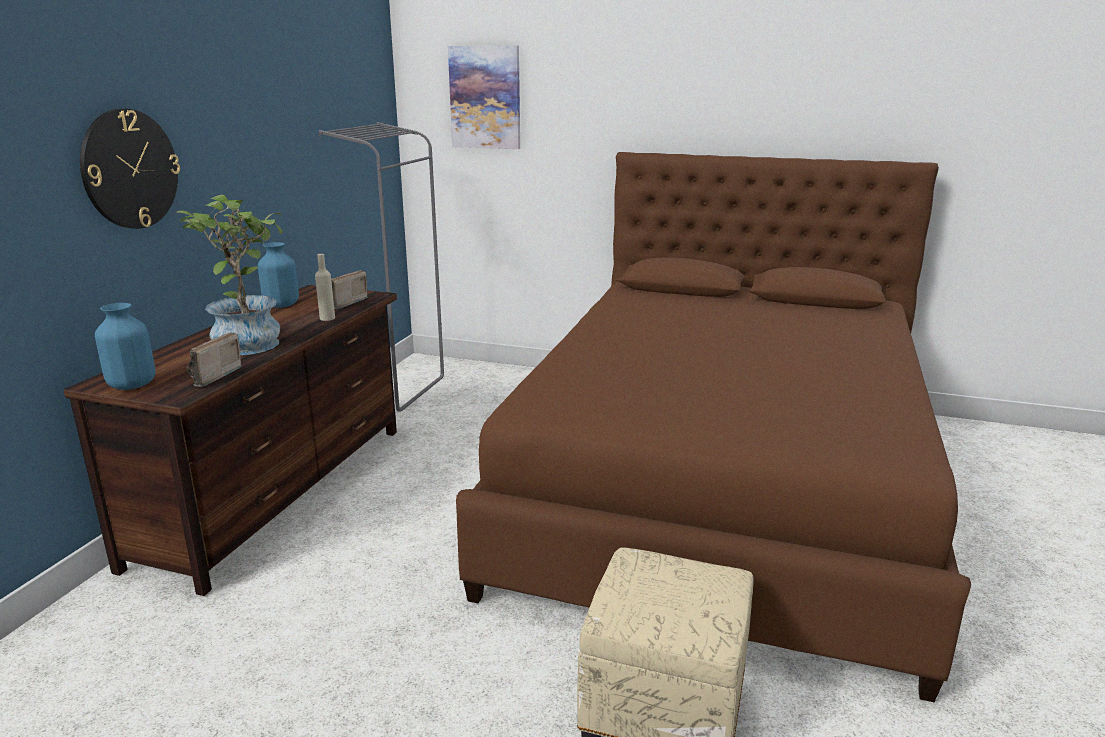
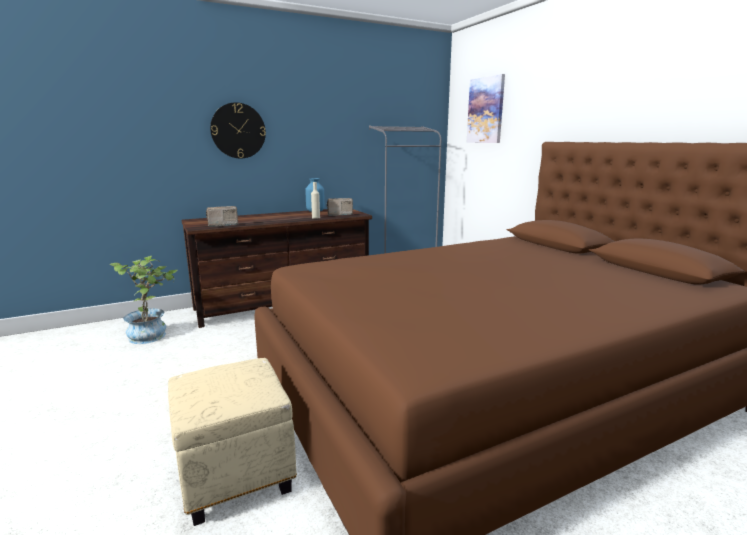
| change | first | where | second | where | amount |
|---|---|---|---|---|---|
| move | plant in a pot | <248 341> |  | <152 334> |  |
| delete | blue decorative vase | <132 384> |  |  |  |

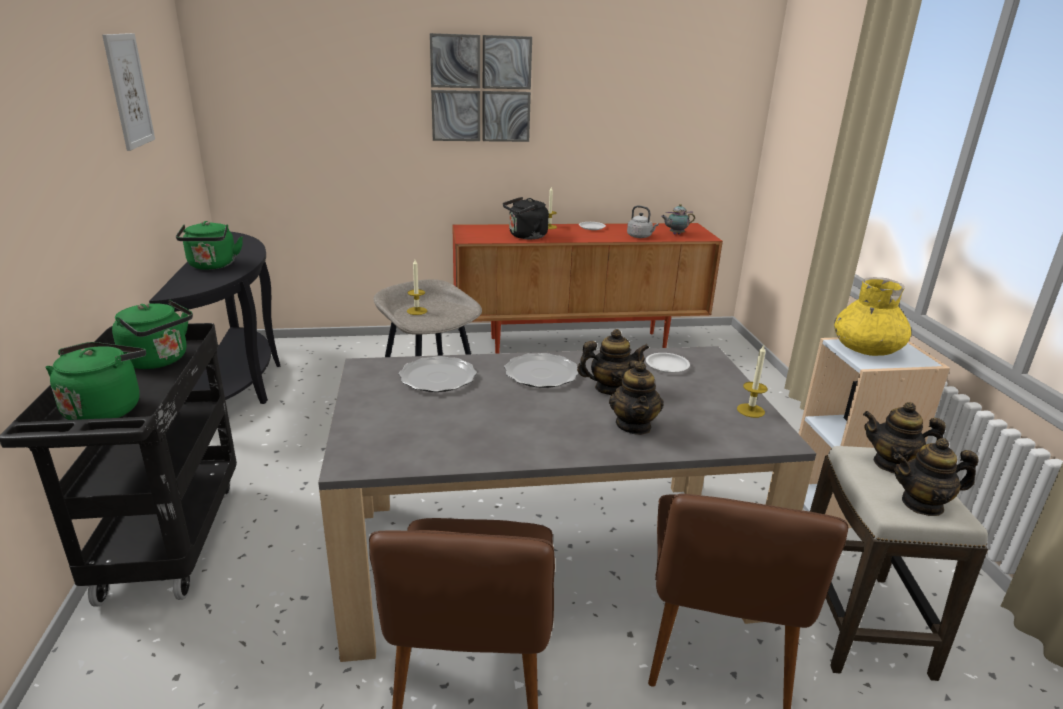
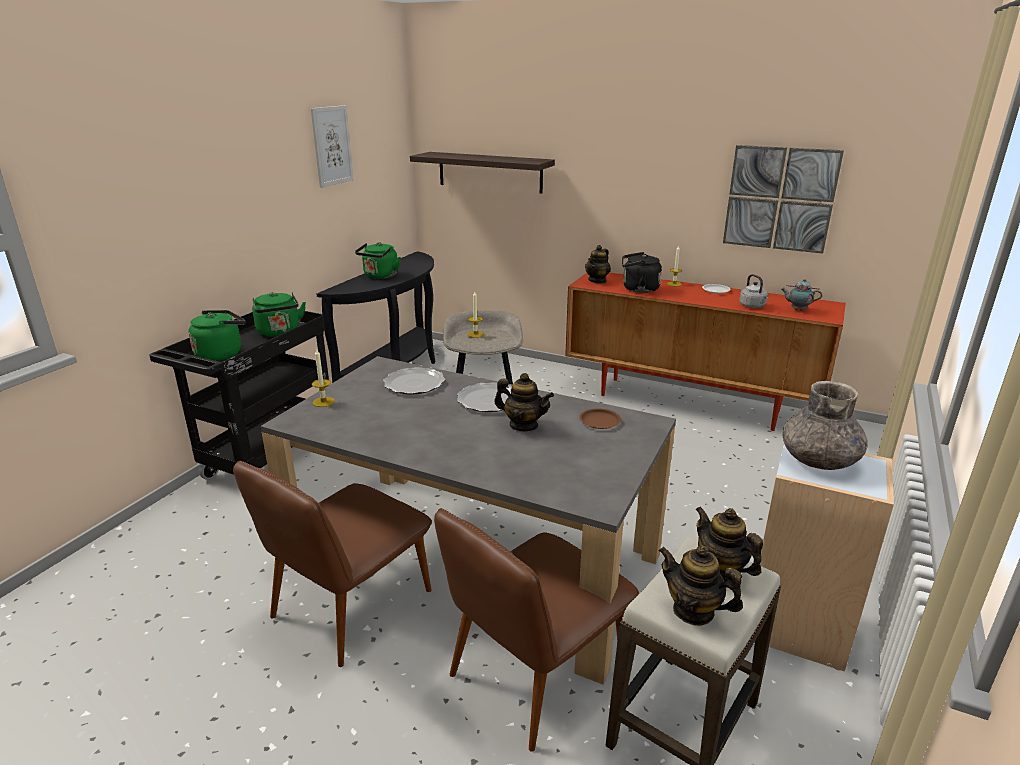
| change | first | where | second | where | amount |
|---|---|---|---|---|---|
| move | picture | <481 89> |  | <780 198> |  |
| recolor | yellow decorative vase | <866 349> | gray decorative vase | <819 460> |  |
| move | candle | <750 410> |  | <323 402> |  |
| recolor | whitish flat dish | <667 365> | brown flat dish | <600 421> |  |
| move | teapot | <634 425> |  | <597 280> |  |
| insert |  |  | wall shelf | <489 172> |  |

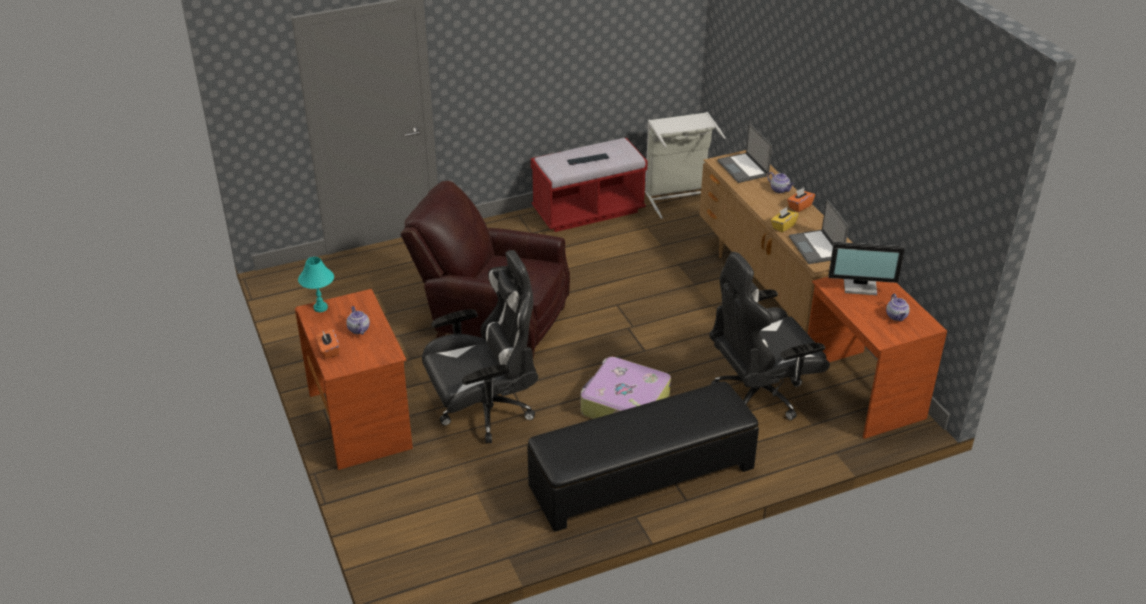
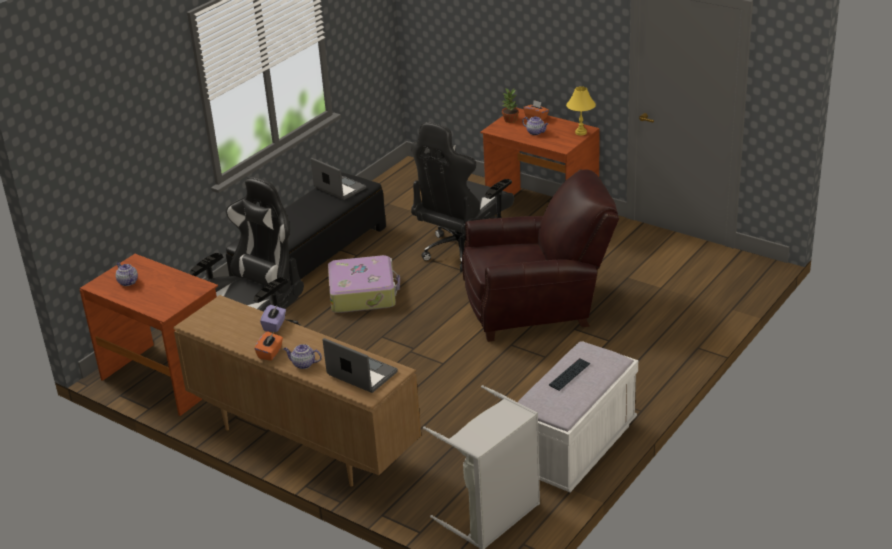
| change | first | where | second | where | amount |
|---|---|---|---|---|---|
| recolor | red-coloured bench | <588 211> | whitish bench | <576 449> |  |
| move | portable computer | <816 248> |  | <339 188> |  |
| recolor | yellow box of tissues | <783 226> | purple box of tissues | <274 325> |  |
| delete | computer display | <860 286> |  |  |  |
| recolor | turquoise table lamp | <320 308> | yellow table lamp | <580 132> |  |
| insert |  |  | plant in a pot | <510 120> |  |

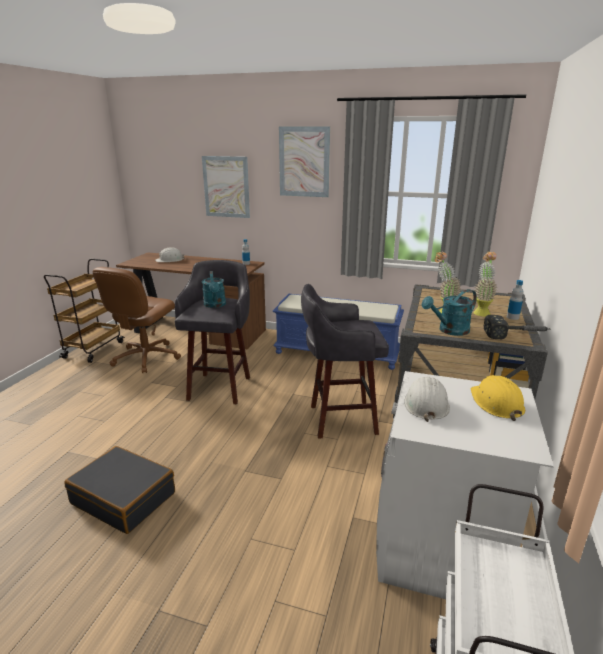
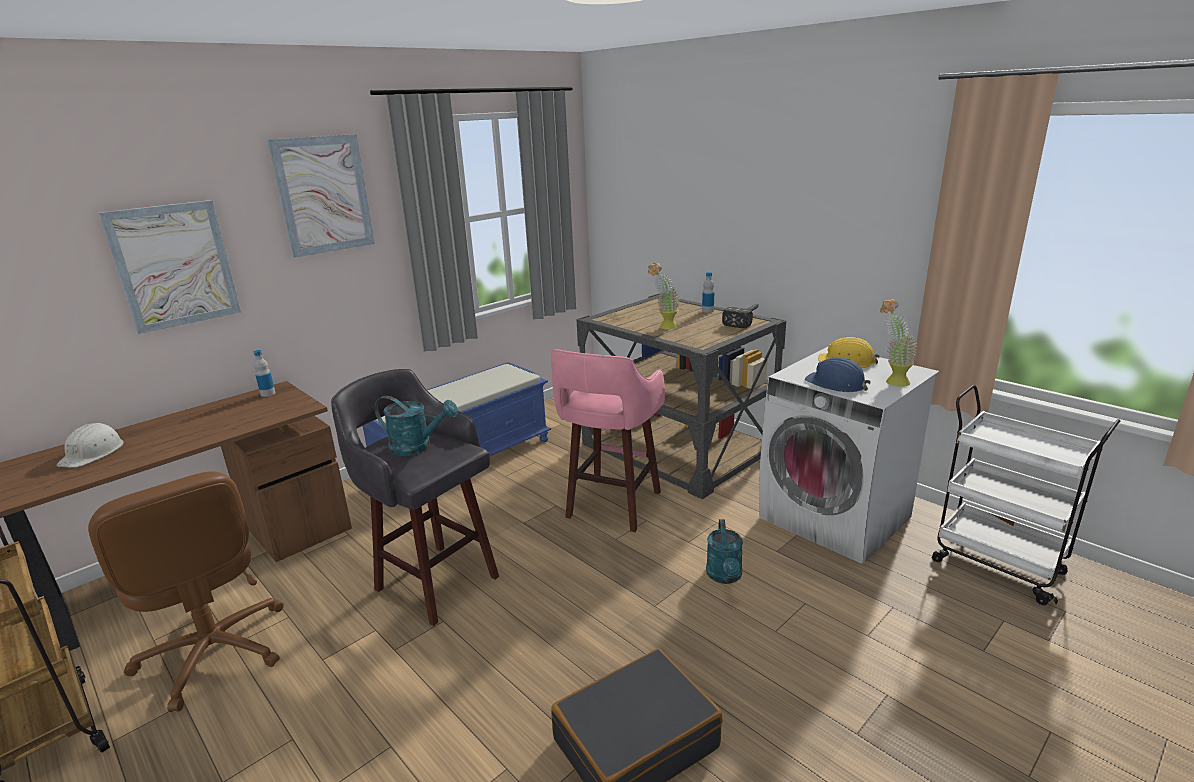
| change | first | where | second | where | amount |
|---|---|---|---|---|---|
| move | plant in a pot | <481 312> |  | <891 381> |  |
| recolor | gray stool | <339 420> | pinkish stool | <612 507> |  |
| move | turquoise watering pot | <449 331> |  | <725 577> |  |
| recolor | whitish safety helmet | <425 404> | blue safety helmet | <836 383> |  |

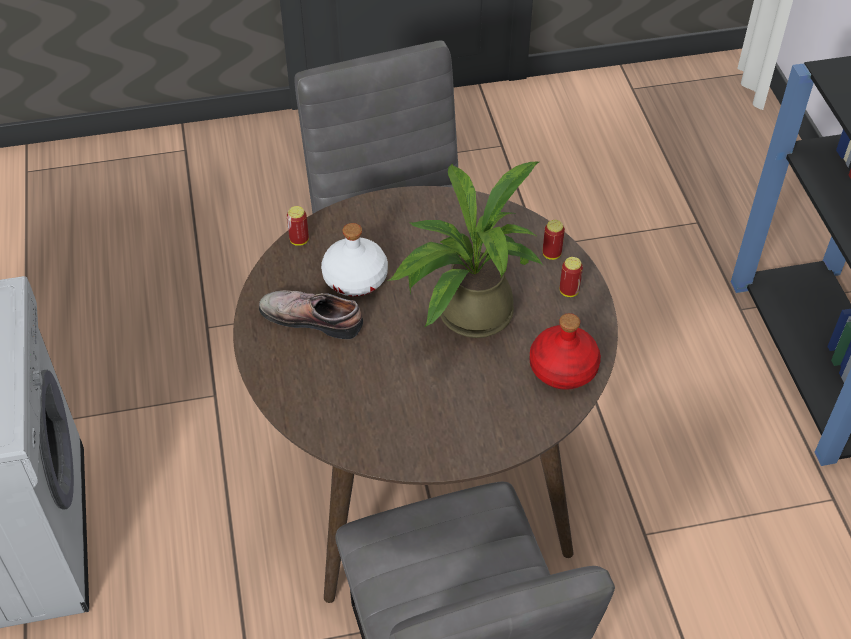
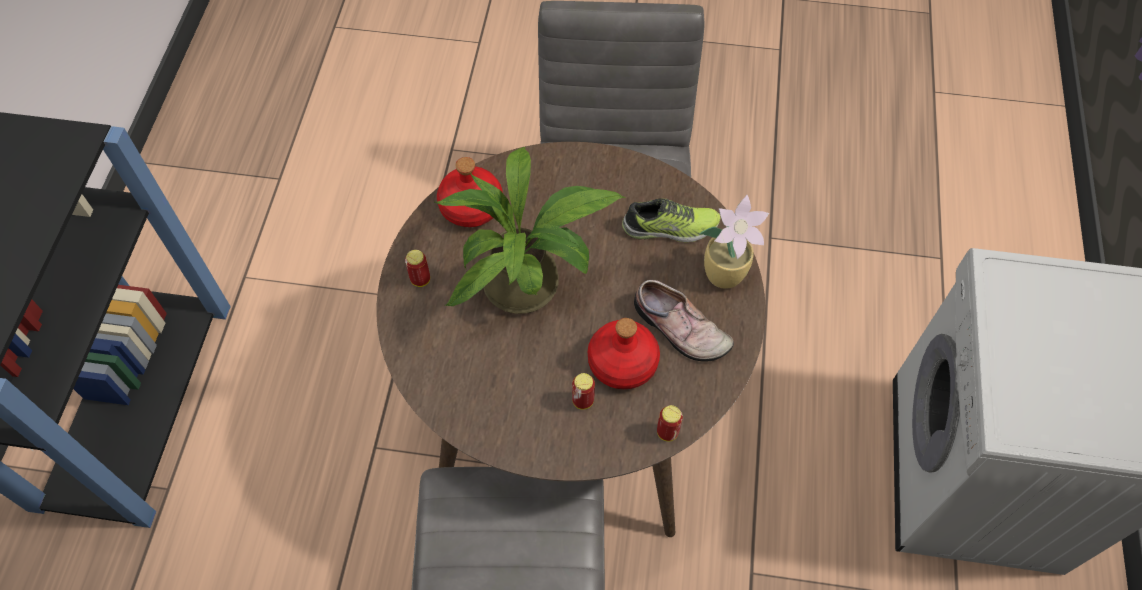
| change | first | where | second | where | amount |
|---|---|---|---|---|---|
| move | can | <551 254> |  | <583 401> |  |
| recolor | whitish drink bottle | <355 278> | red-coloured drink bottle | <622 361> |  |
| insert |  |  | plant in a pot | <726 274> |  |
| insert |  |  | shoe | <670 228> |  |

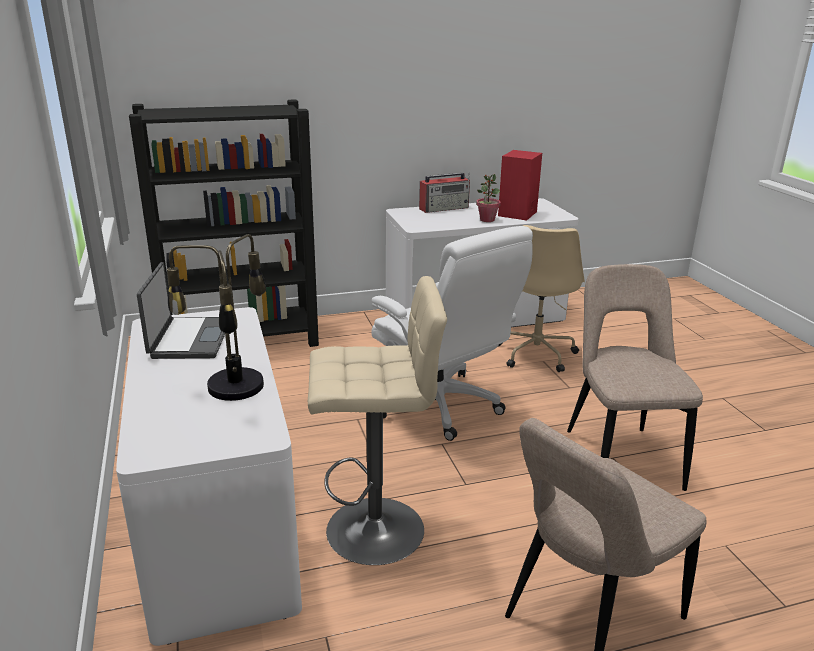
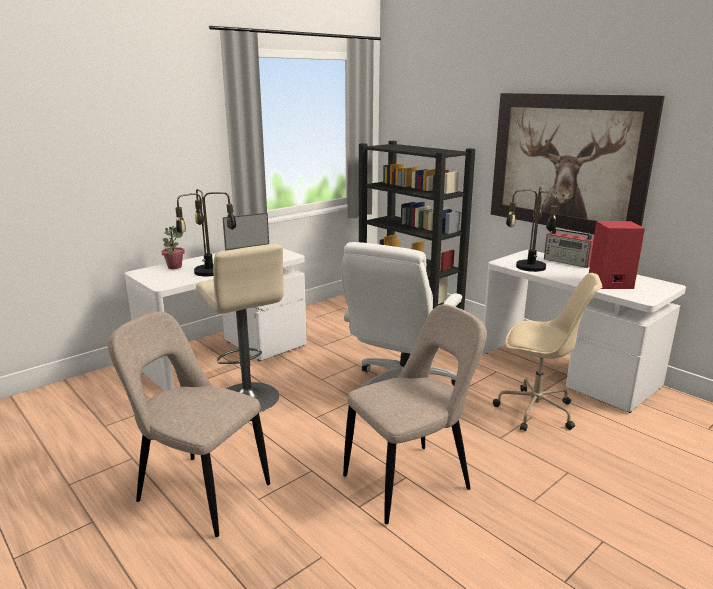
| change | first | where | second | where | amount |
|---|---|---|---|---|---|
| move | plant in a pot | <487 220> |  | <174 267> |  |
| rotate | beige desk chair | <535 355> |  | <537 411> | 150 degrees counterclockwise |
| insert |  |  | picture | <566 163> |  |
| insert |  |  | table lamp | <530 267> |  |

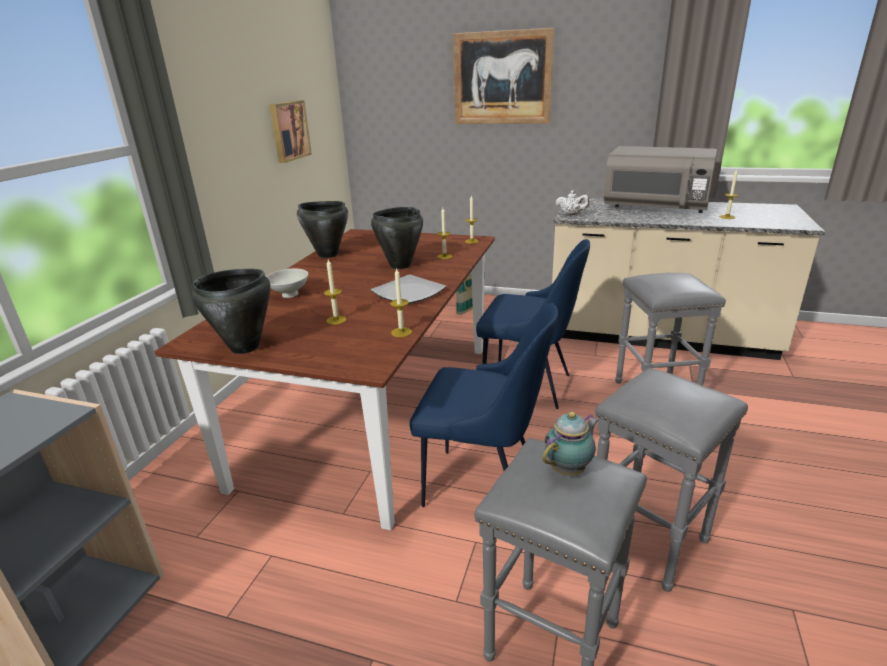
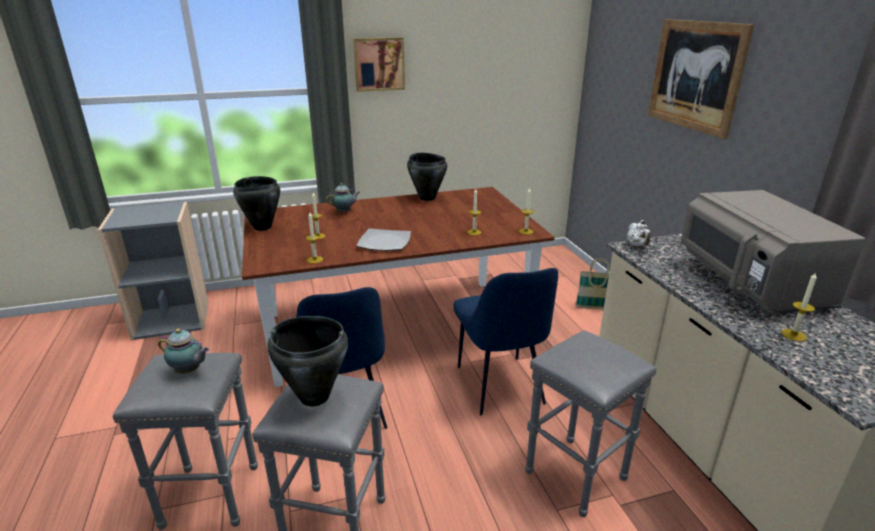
| change | first | where | second | where | amount |
|---|---|---|---|---|---|
| move | picture | <288 131> |  | <379 64> |  |
| move | blackish cooking pot | <399 265> |  | <314 396> |  |
| replace | whitish bowl | <290 295> | teapot | <345 212> |  |

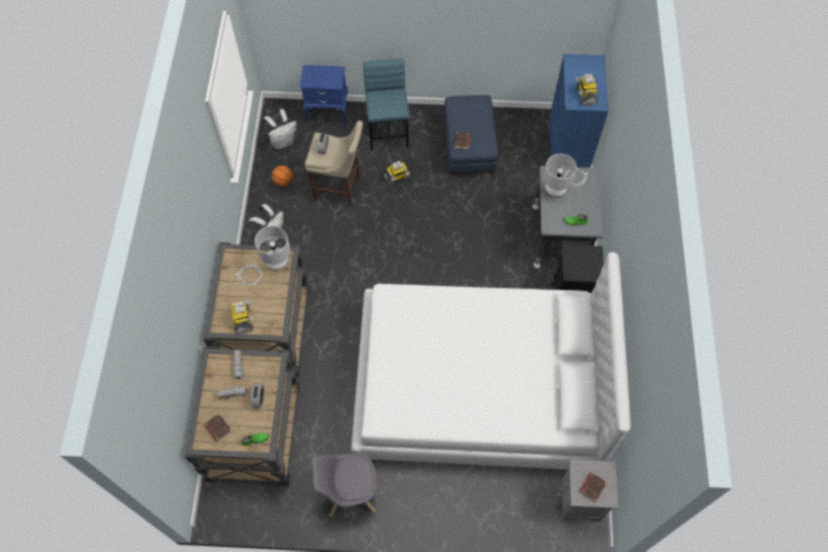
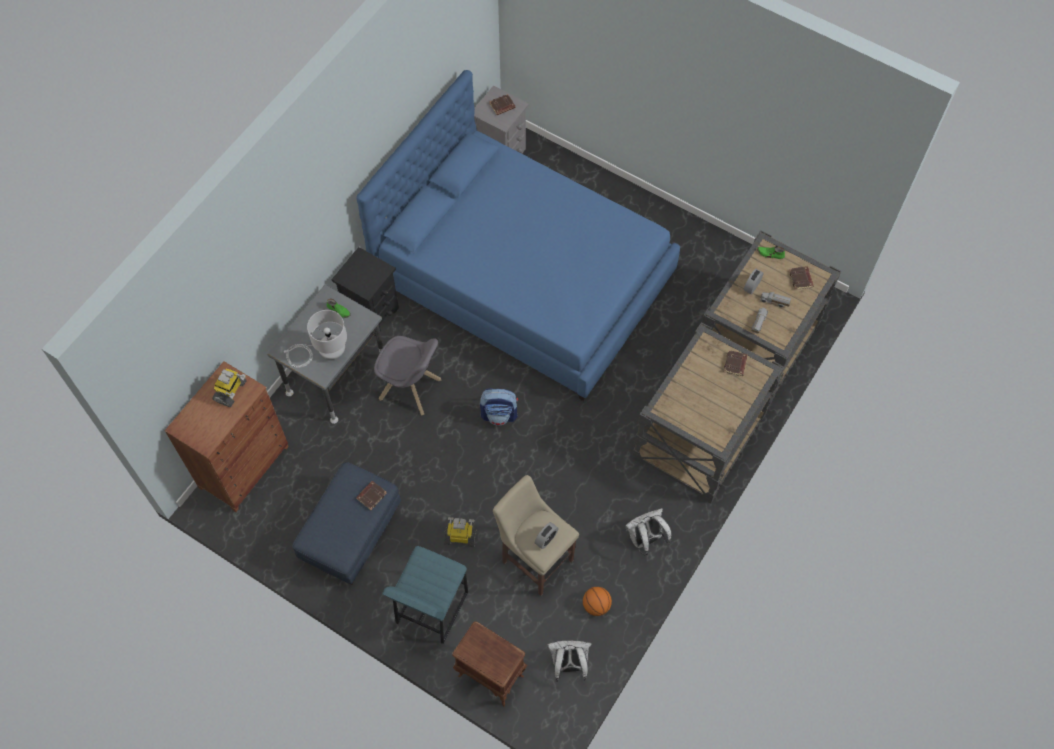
| change | first | where | second | where | amount |
|---|---|---|---|---|---|
| recolor | blue drawer chest | <566 150> | brown drawer chest | <246 467> |  |
| recolor | blue night table | <328 115> | brown night table | <490 676> |  |
| delete | gray table lamp | <267 267> |  |  |  |
| recolor | whitish sleeping bed | <478 387> | blue sleeping bed | <523 276> |  |
| replace | model robot | <243 320> | brown volume | <735 364> |  |
| move | gray chair | <349 492> |  | <411 389> |  |
| insert |  |  | rucksack | <499 414> |  |

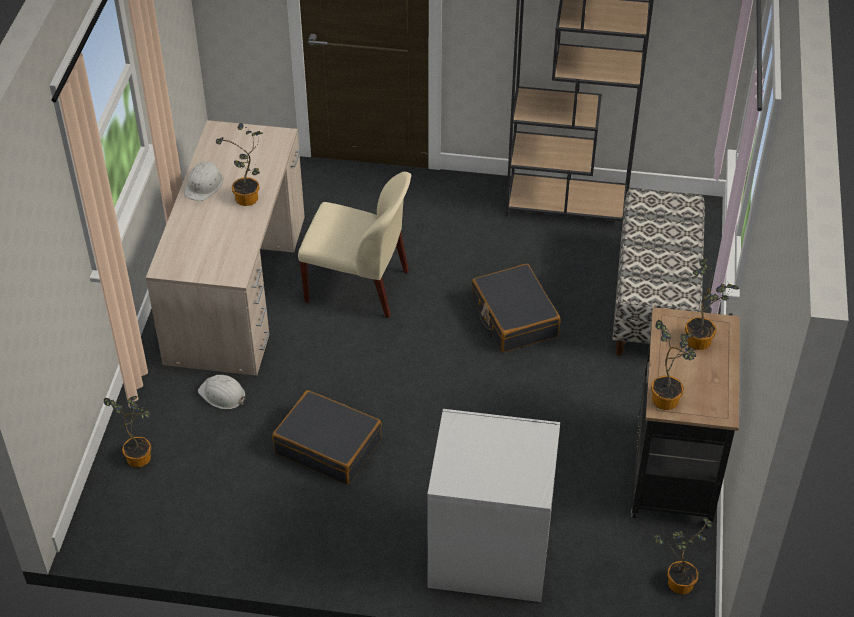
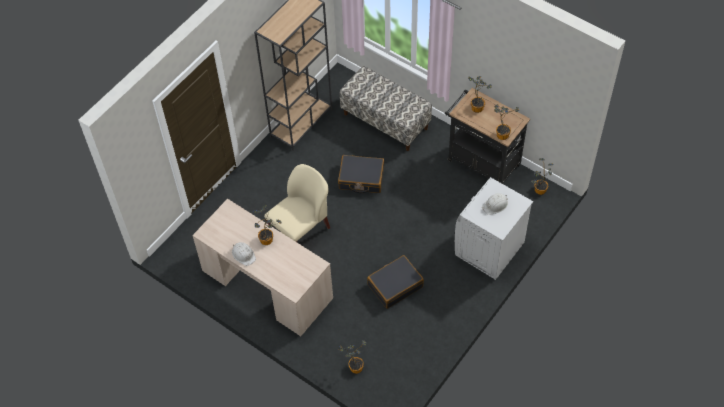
| change | first | where | second | where | amount |
|---|---|---|---|---|---|
| move | whitish safety helmet | <222 394> |  | <495 205> |  |

